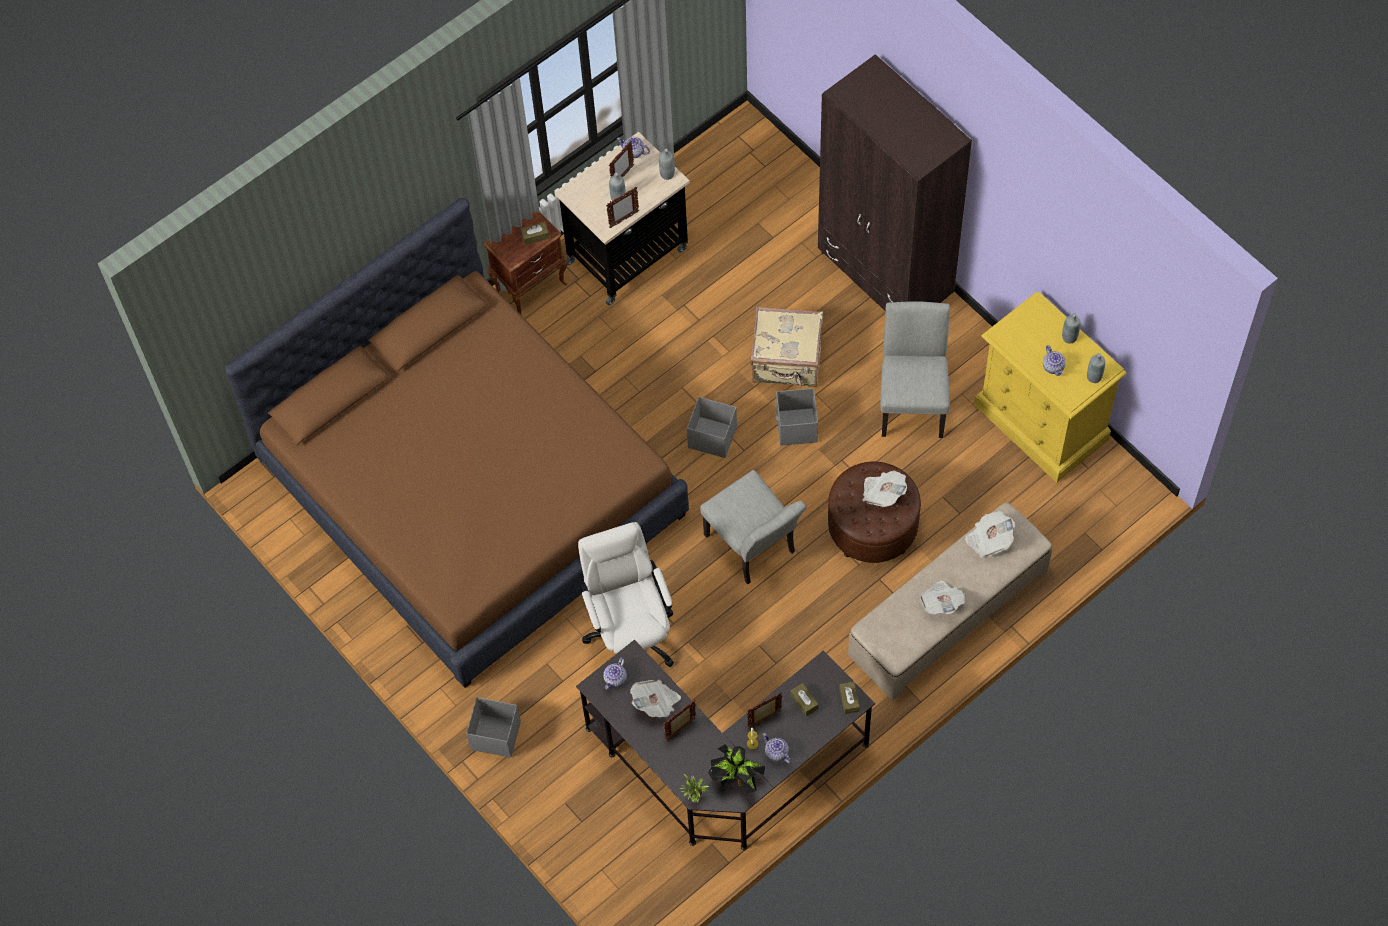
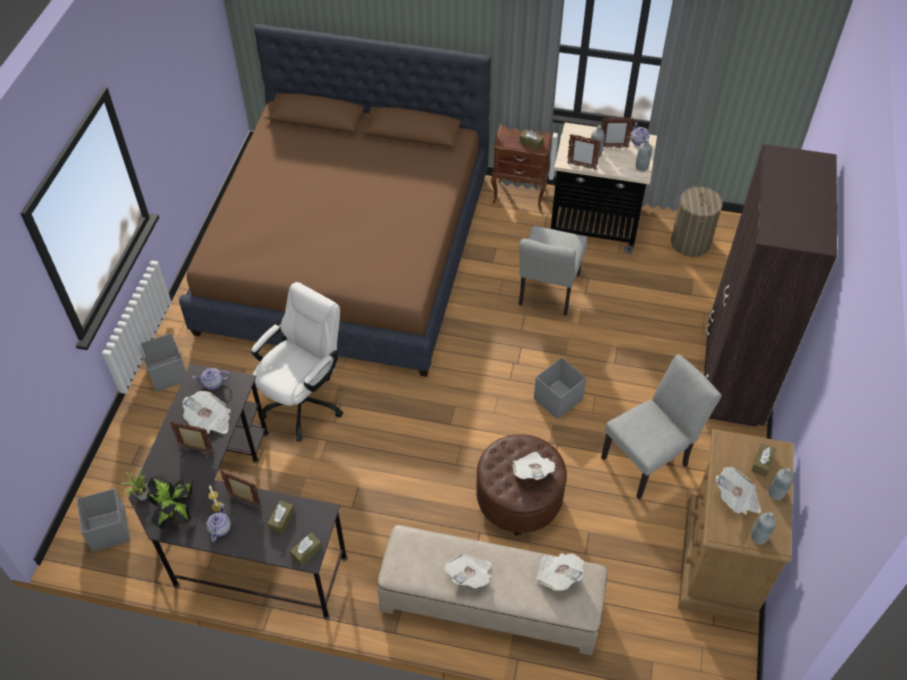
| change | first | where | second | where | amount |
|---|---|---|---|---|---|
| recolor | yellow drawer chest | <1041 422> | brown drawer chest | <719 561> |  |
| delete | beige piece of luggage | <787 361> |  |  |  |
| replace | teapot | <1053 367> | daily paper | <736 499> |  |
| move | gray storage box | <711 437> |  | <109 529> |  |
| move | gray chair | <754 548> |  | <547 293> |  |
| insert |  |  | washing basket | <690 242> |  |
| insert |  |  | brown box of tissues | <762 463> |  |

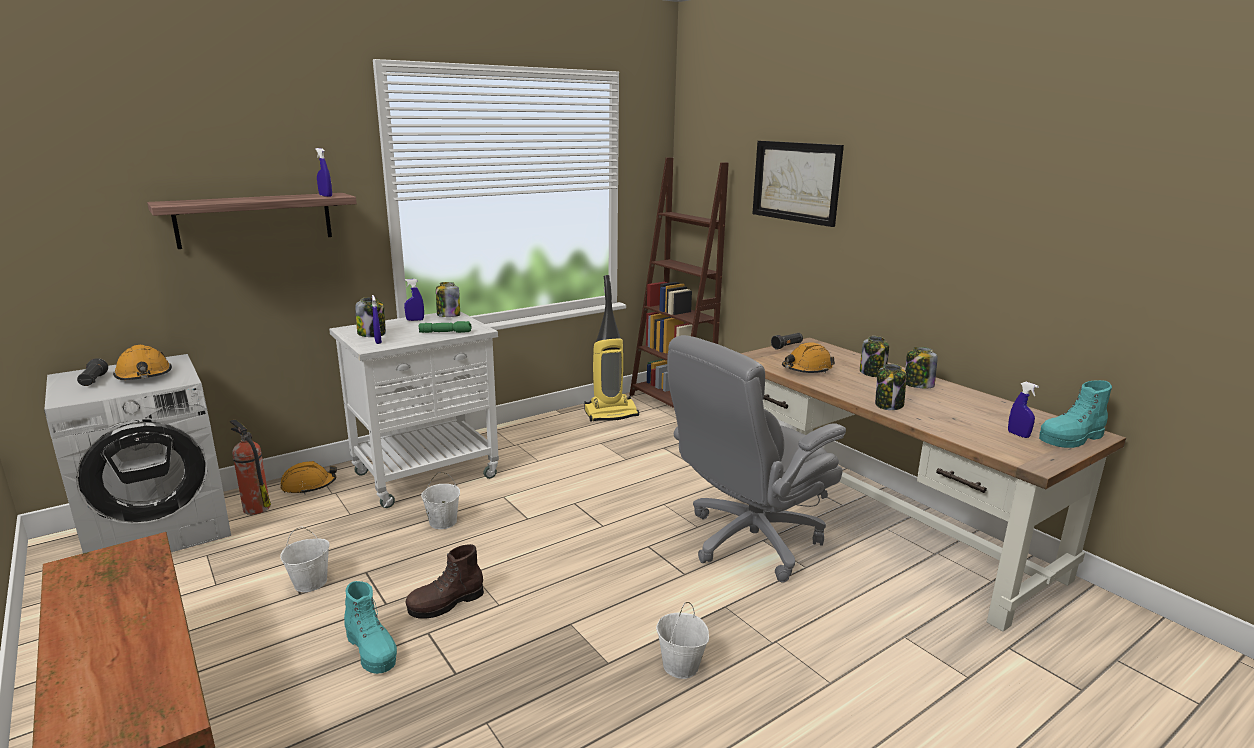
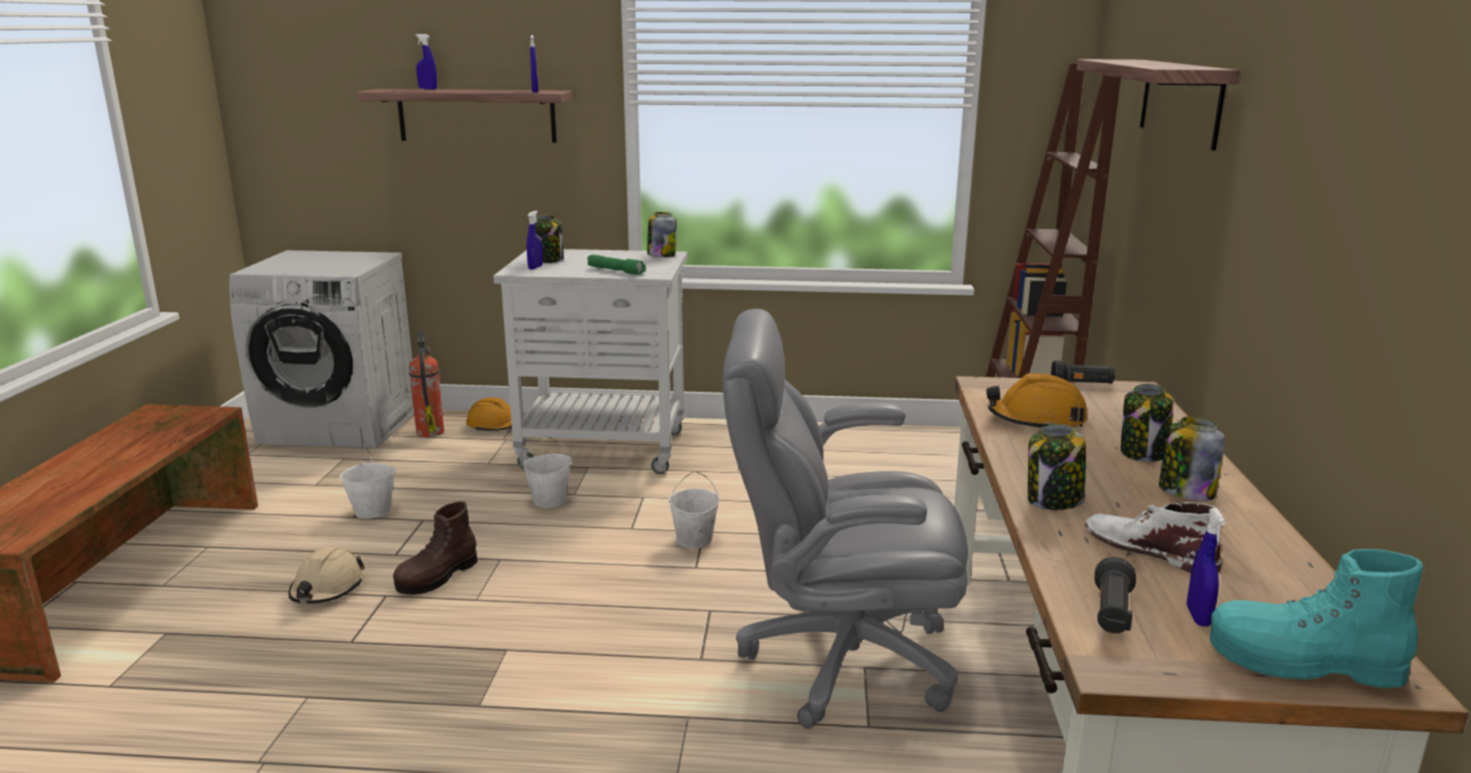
| change | first | where | second | where | amount |
|---|---|---|---|---|---|
| replace | picture | <796 182> | wall shelf | <1180 101> |  |
| delete | hoover | <611 413> |  |  |  |
| move | blue spray bottle | <415 320> |  | <428 89> |  |
| delete | orange-coloured safety helmet | <144 375> |  |  |  |
| move | blackish torch | <93 381> |  | <1111 613> |  |
| rotate | brown boot | <446 603> |  | <437 577> | 60 degrees counterclockwise |
| replace | turquoise boot | <372 651> | beige safety helmet | <327 589> |  |
| move | whitish water bucket | <681 666> |  | <694 540> |  |
| insert |  |  | whitish boot | <1149 549> |  |

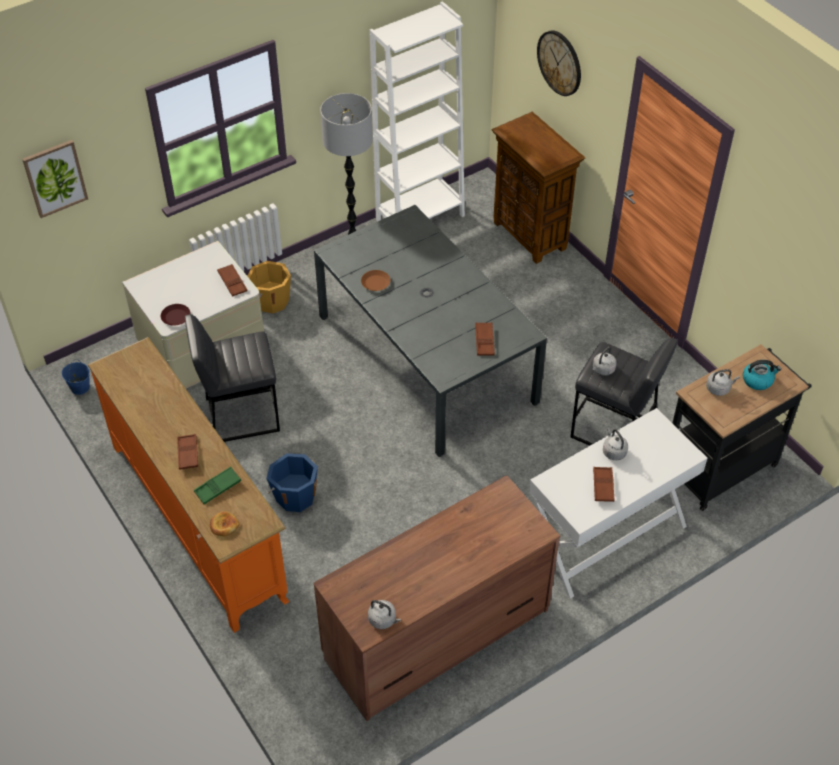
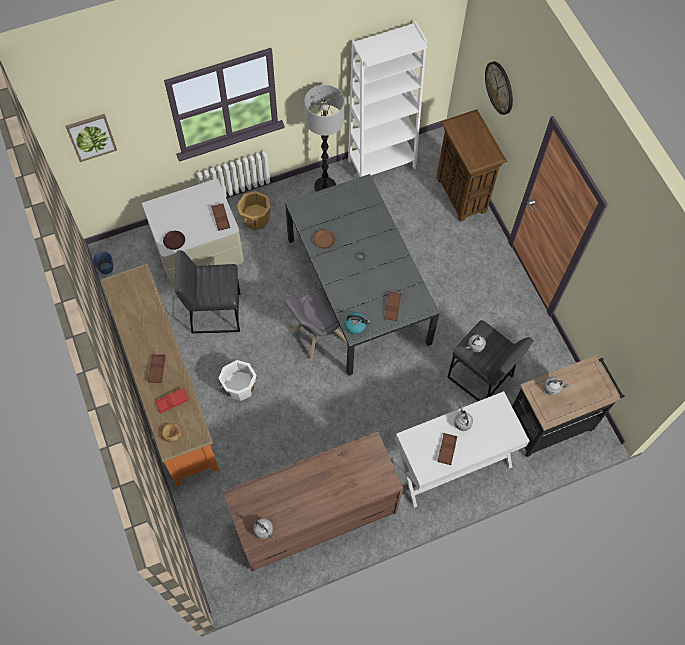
| change | first | where | second | where | amount |
|---|---|---|---|---|---|
| move | kettle | <758 380> |  | <355 325> |  |
| recolor | blue water bucket | <295 496> | whitish water bucket | <239 387> |  |
| recolor | green-coloured serving tray | <218 487> | red-coloured serving tray | <172 401> |  |
| insert |  |  | gray chair | <317 335> |  |

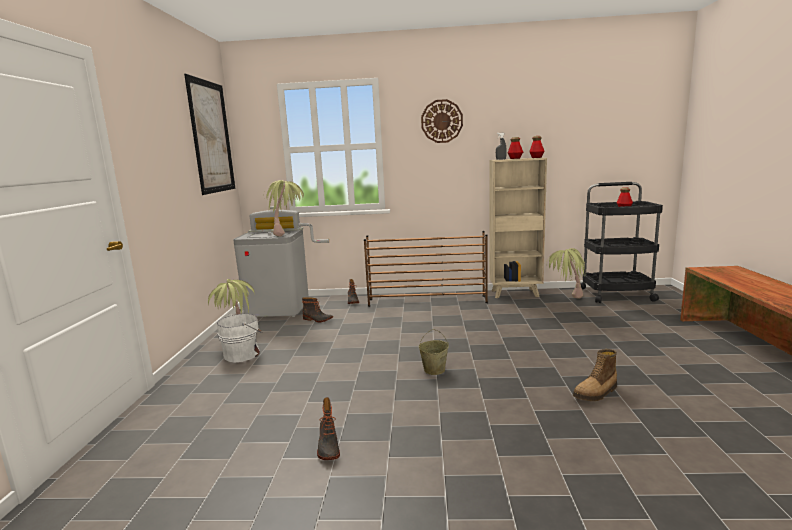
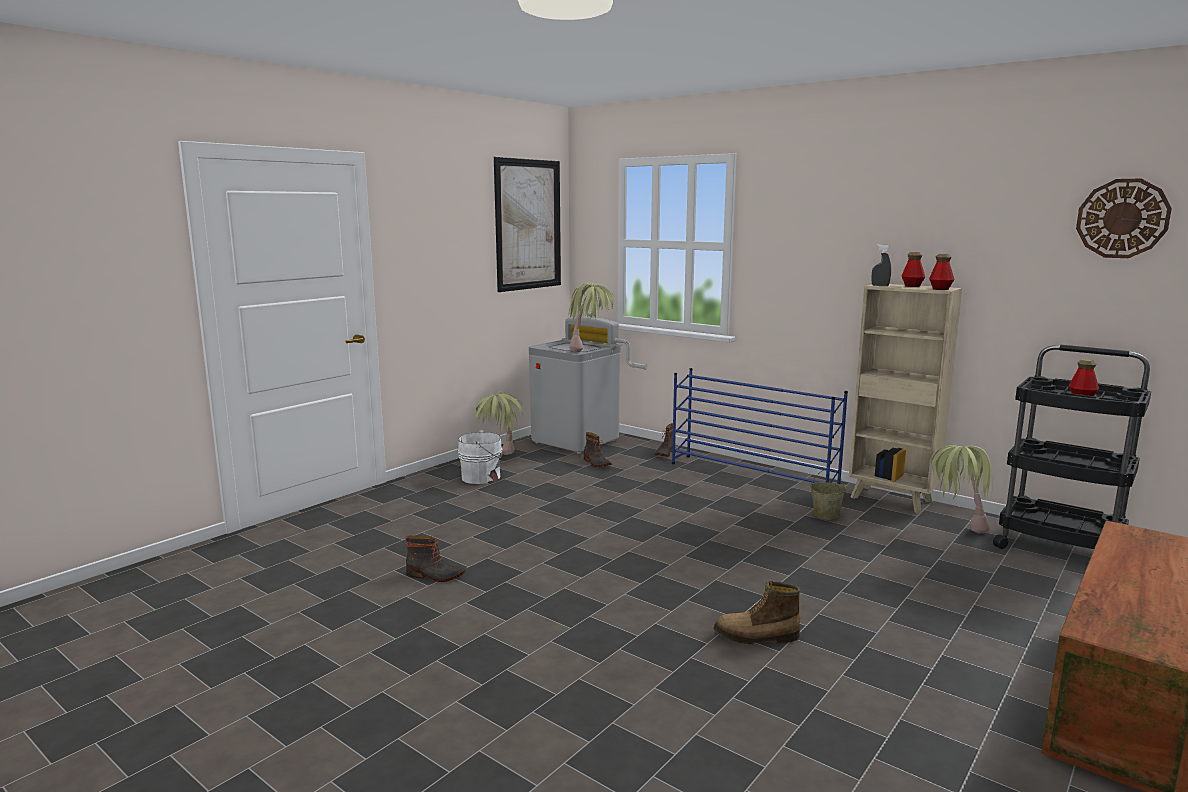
| change | first | where | second | where | amount |
|---|---|---|---|---|---|
| move | wall clock | <441 121> |  | <1122 218> |  |
| recolor | brown shoe shelf | <427 301> | blue shoe shelf | <752 477> |  |
| move | beige water bucket | <434 370> |  | <826 515> |  |
| rotate | boot | <328 446> |  | <435 576> | 105 degrees counterclockwise |

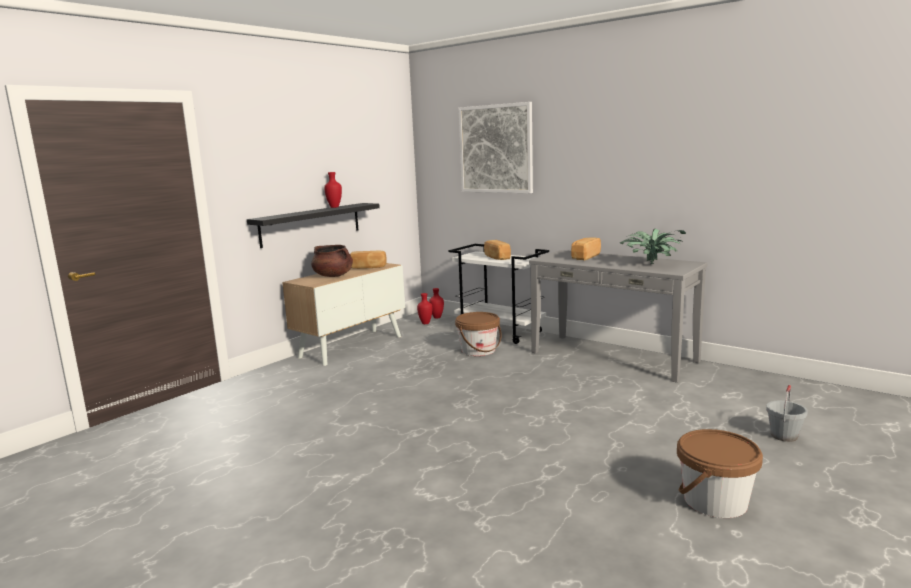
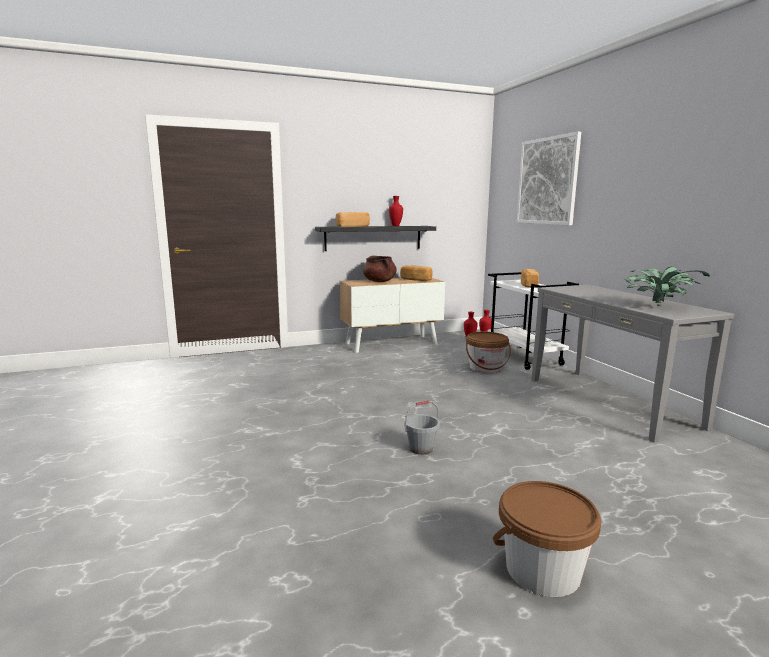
| change | first | where | second | where | amount |
|---|---|---|---|---|---|
| move | bread | <585 257> |  | <352 226> |  |
| move | gray water bucket | <784 436> |  | <421 449> |  |

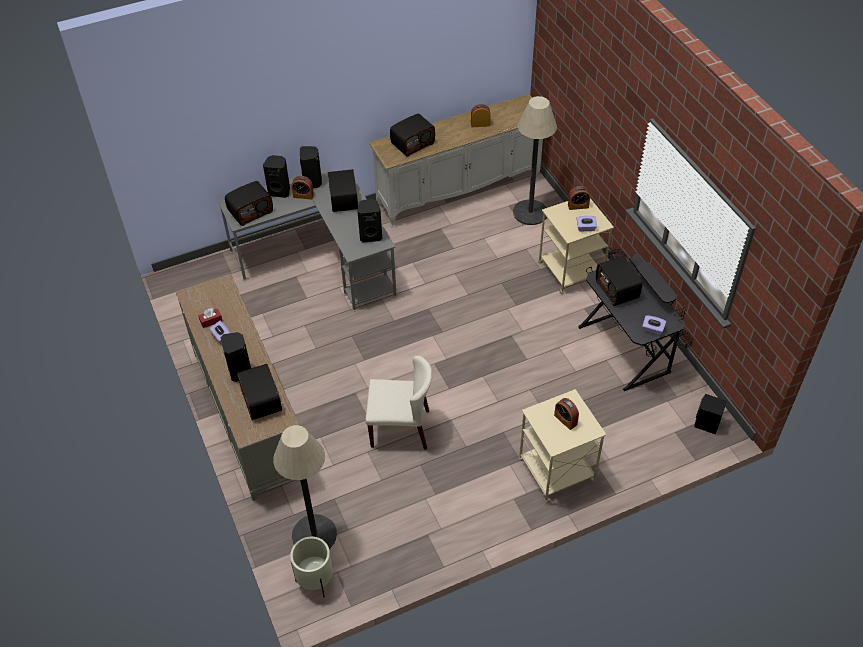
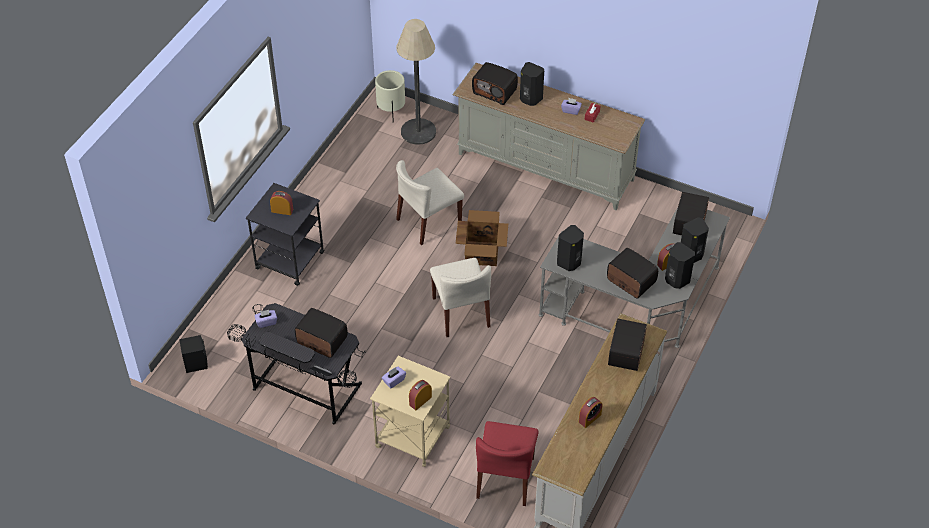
| change | first | where | second | where | amount |
|---|---|---|---|---|---|
| replace | standard lamp | <530 212> | red-coloured chair | <505 478> |  |
| recolor | beige wheeled cart | <555 471> | blackish wheeled cart | <290 259> |  |
| insert |  |  | cardboard box | <482 253> |  |
| insert |  |  | beige chair | <461 312> |  |

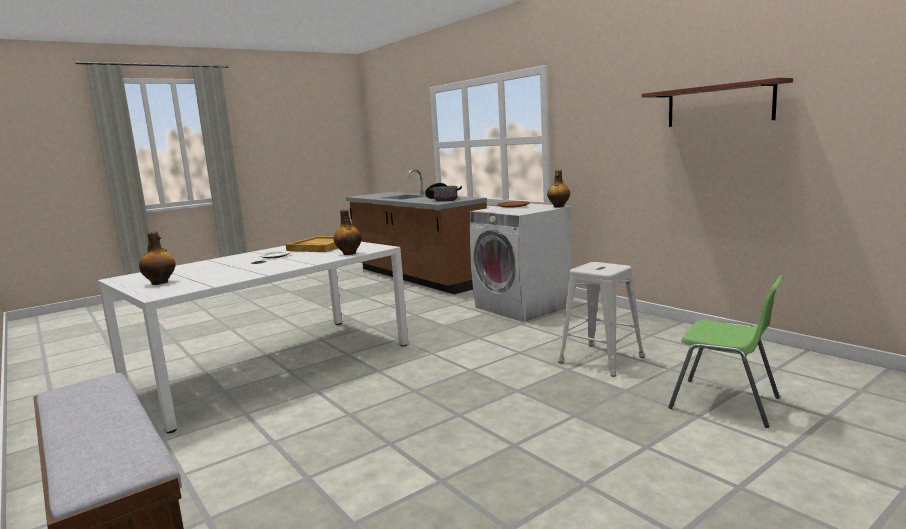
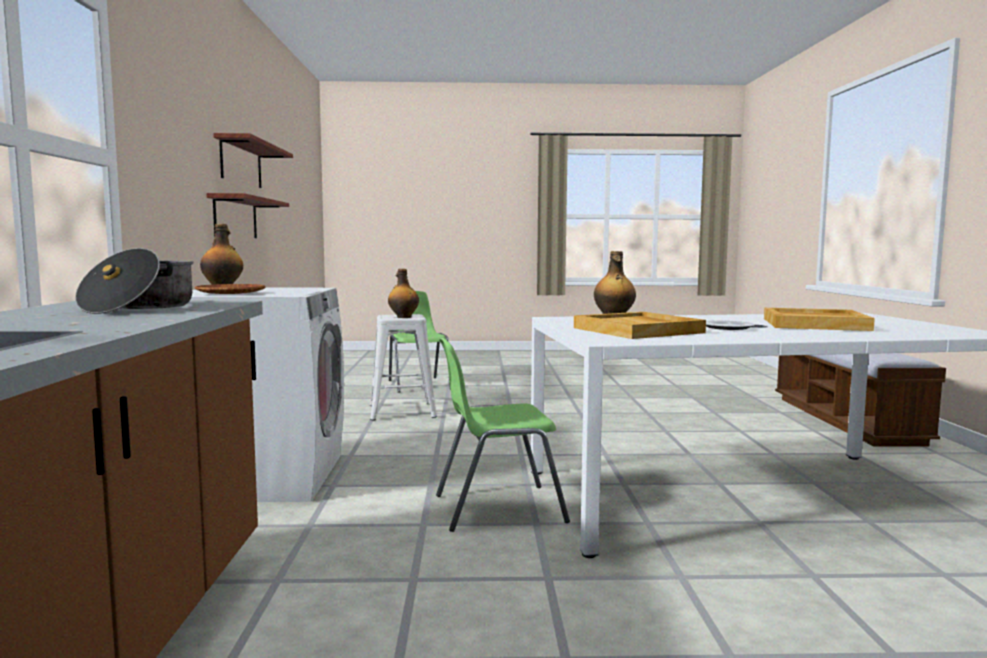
| change | first | where | second | where | amount |
|---|---|---|---|---|---|
| move | drink bottle | <160 282> |  | <403 317> |  |
| insert |  |  | wall shelf | <235 218> |  |
| insert |  |  | beige serving tray | <815 324> |  |
| insert |  |  | green-coloured chair | <496 508> |  |

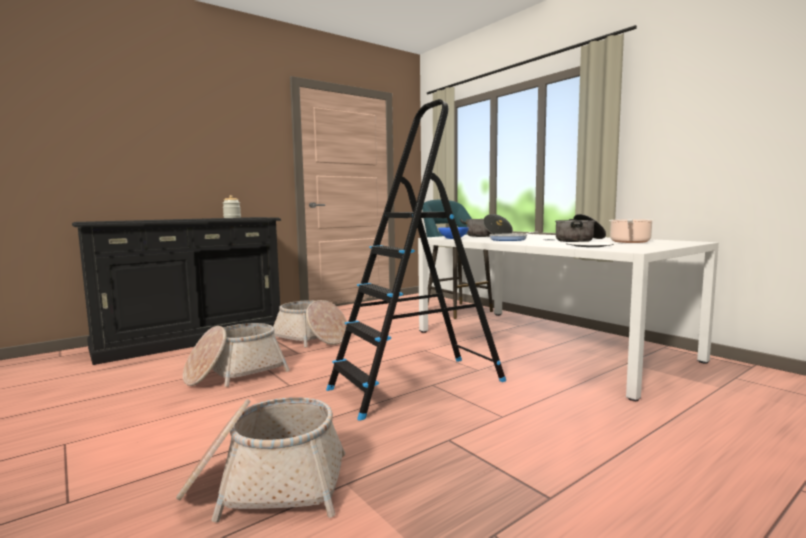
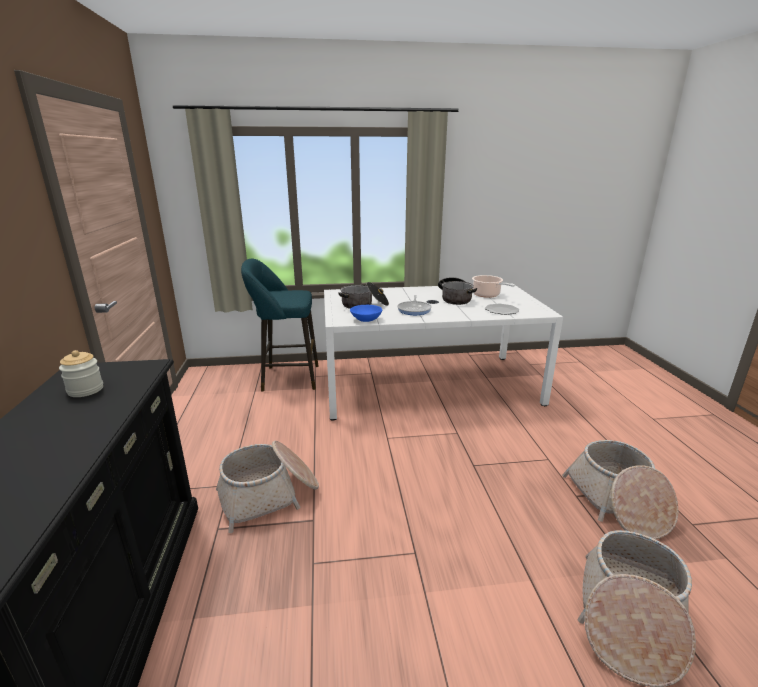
| change | first | where | second | where | amount |
|---|---|---|---|---|---|
| delete | blackish step stool | <417 385> |  |  |  |
| move | storage basket | <235 373> |  | <617 502> |  |

